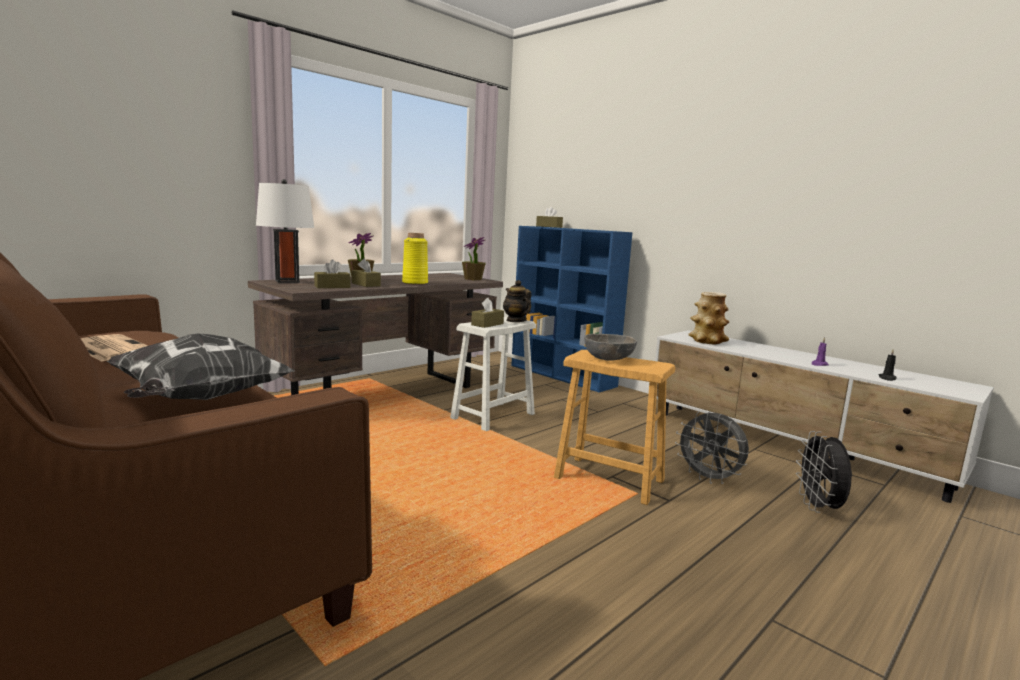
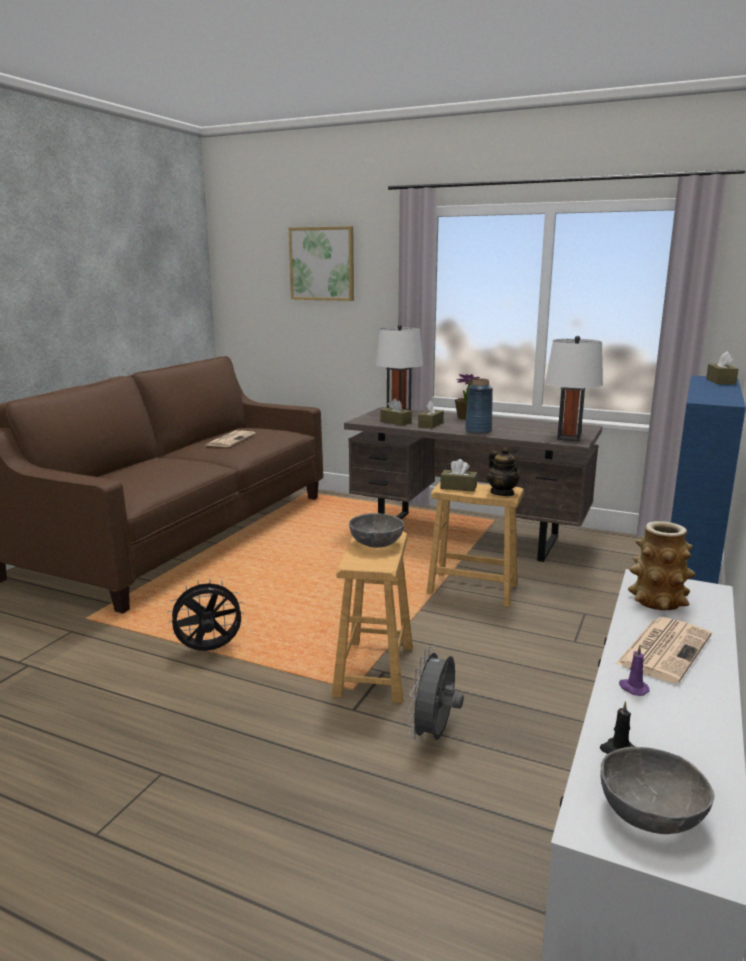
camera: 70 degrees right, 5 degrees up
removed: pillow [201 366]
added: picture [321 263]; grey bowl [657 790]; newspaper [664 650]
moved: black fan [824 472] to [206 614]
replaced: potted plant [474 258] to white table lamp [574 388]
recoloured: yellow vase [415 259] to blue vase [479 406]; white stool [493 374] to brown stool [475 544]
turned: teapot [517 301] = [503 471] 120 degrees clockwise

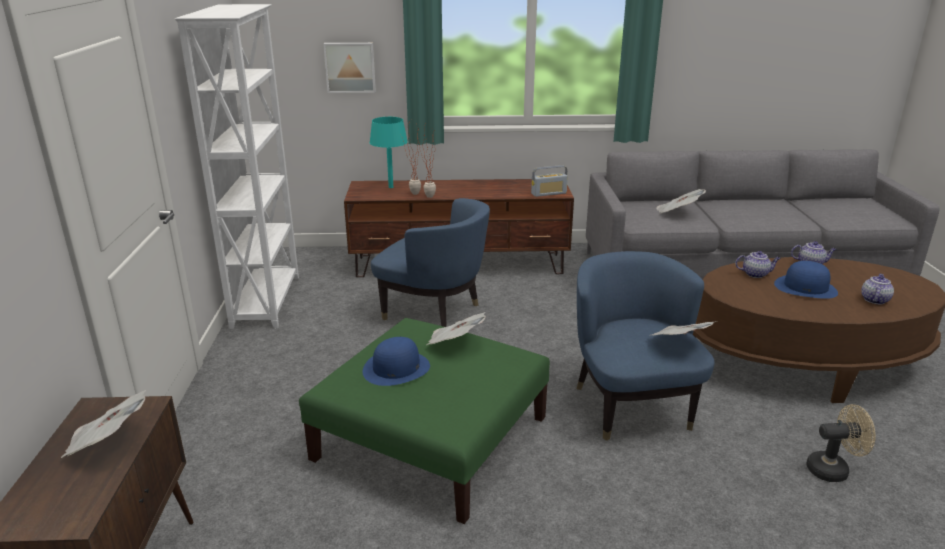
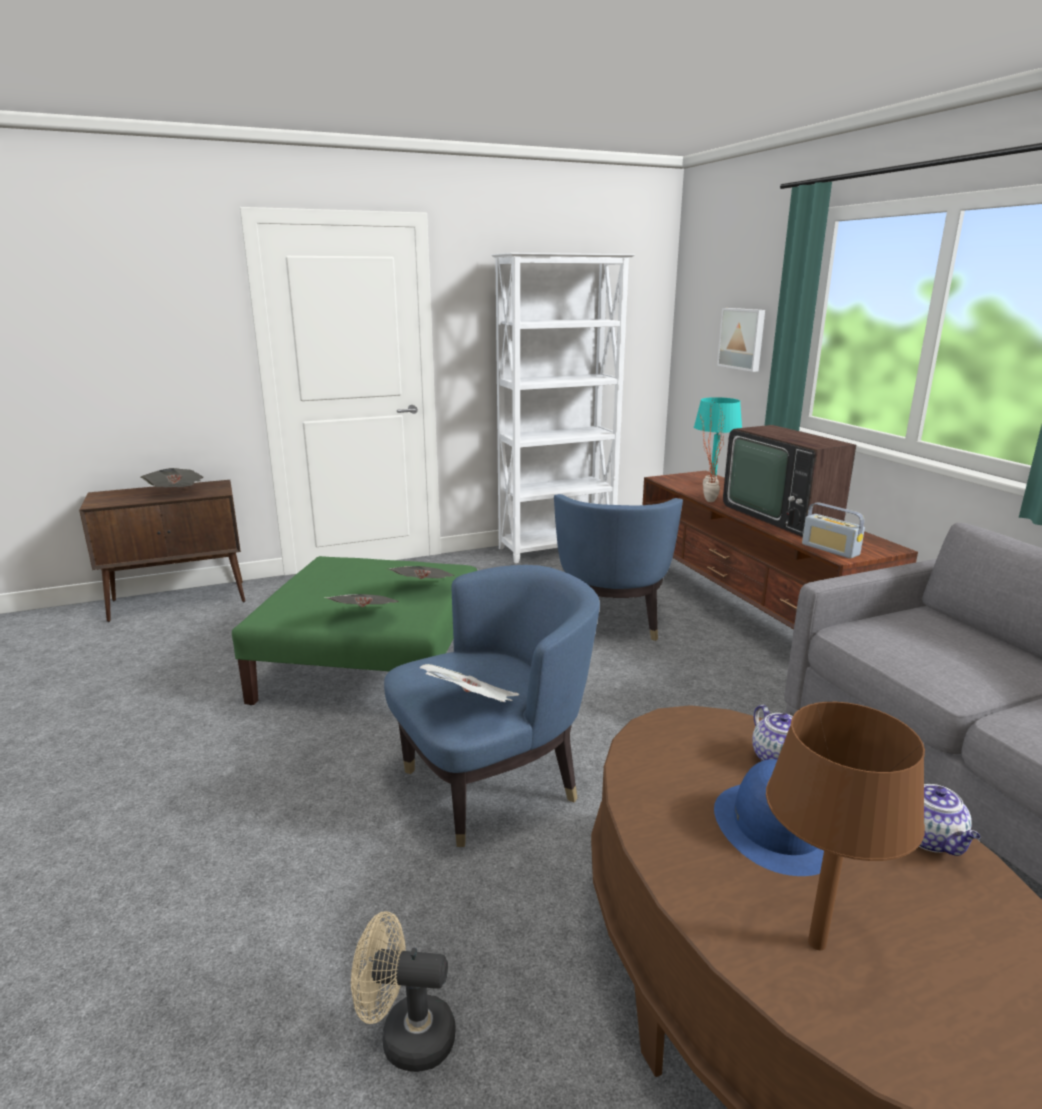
camera: 70 degrees right, 5 degrees down
removed: blue hat [396 361]
added: television [789 481]
moved: newspaper [681 201] to [362 600]
replaced: teapot [877 289] to brown table lamp [845 826]
turned: beige fan [841 443] = [403 991] 120 degrees clockwise

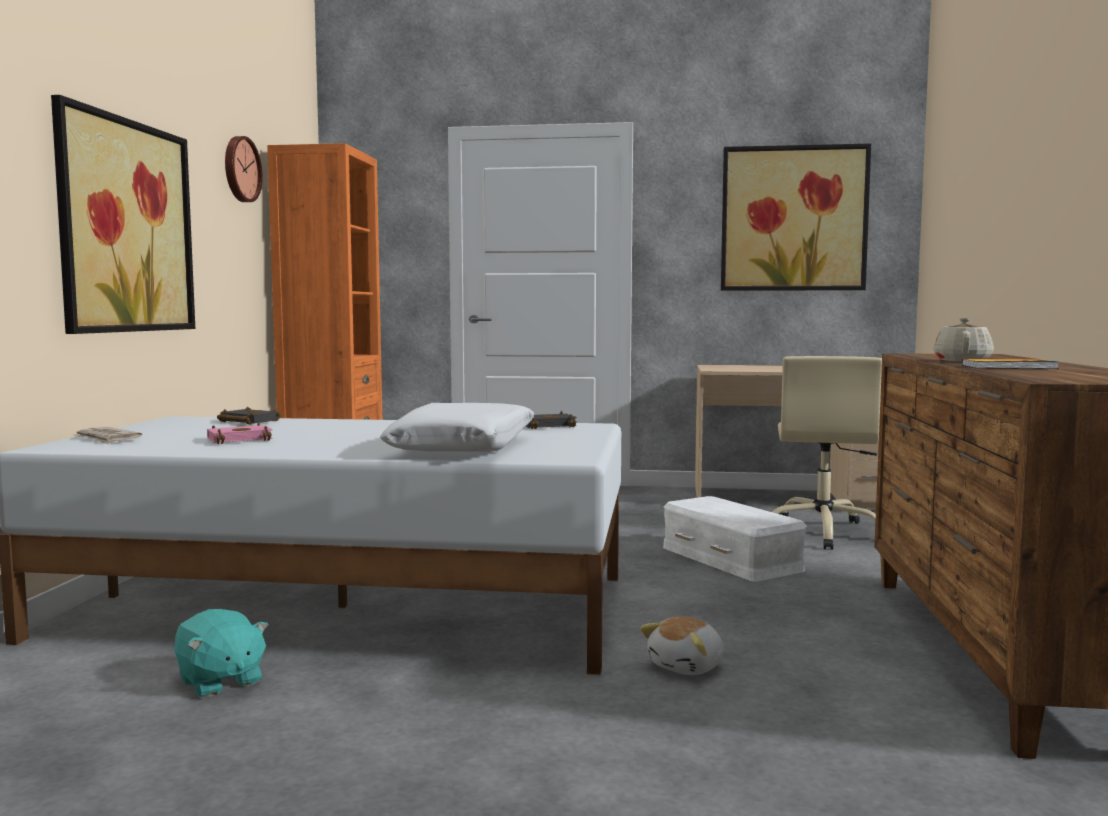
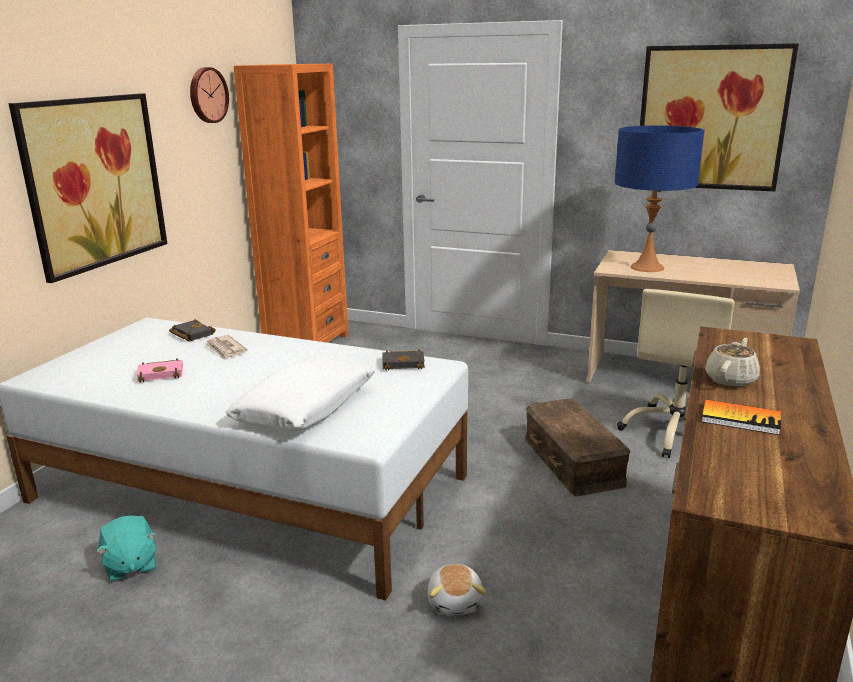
camera: 15 degrees right, 15 degrees up
added: blue table lamp [659 199]
moved: newspaper [107 436] to [225 347]
recoloured: white storage box [735 539] to brown storage box [577 447]
turned: plush toy [682 646] = [456 589] 60 degrees counterclockwise

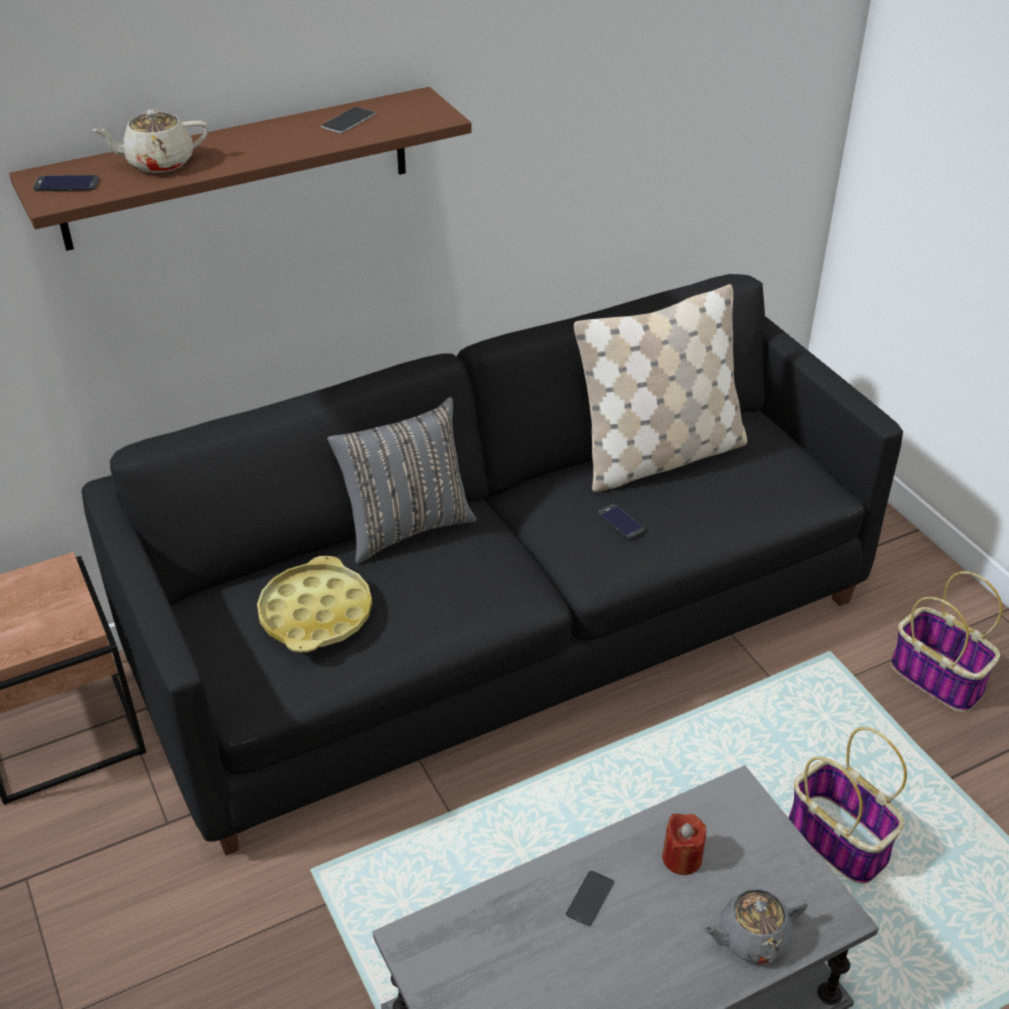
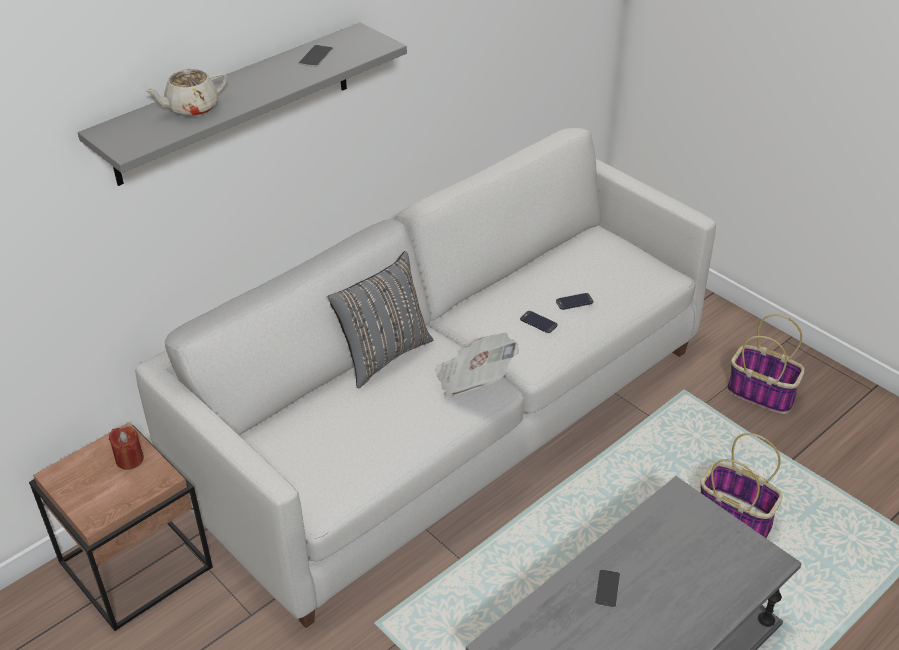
camera: 15 degrees left, 0 degrees up
removed: yellow tray [314 604]; beige pillow [660 388]; grey teapot [755 926]
added: newspaper [477 364]
moved: phone [66 183] to [575 301]; red candle [684 844] to [126 448]
recoloured: brown shelf [240 169] to grey shelf [242 104]; black sofa [492 565] to white sofa [425 378]

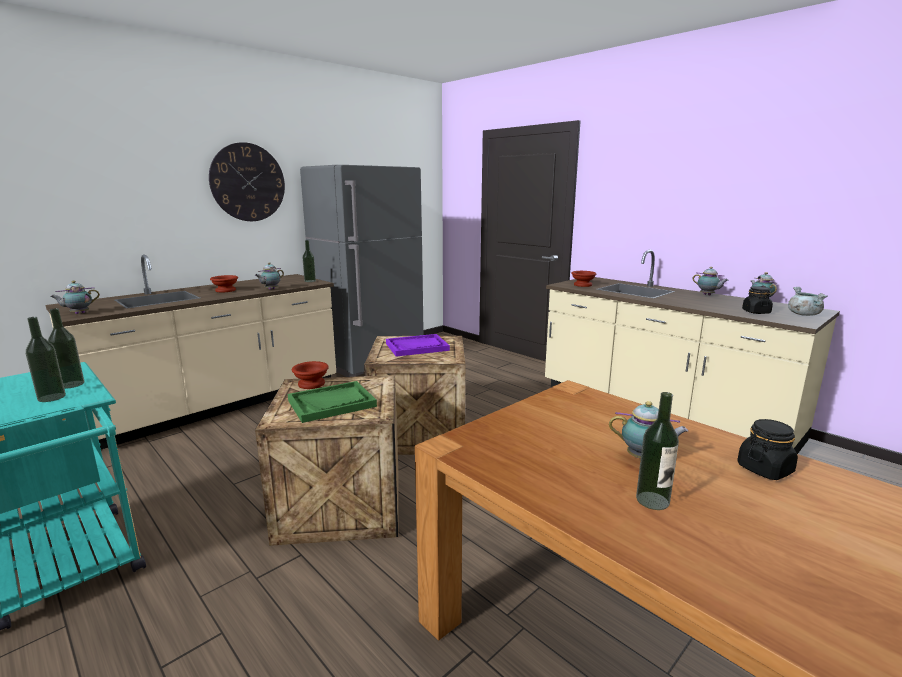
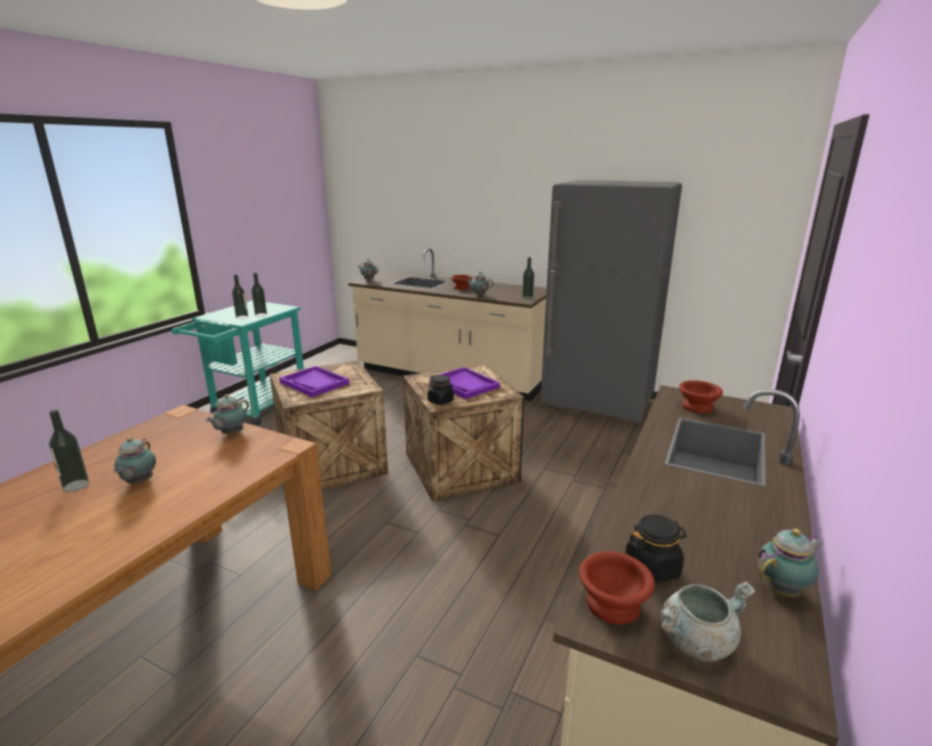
camera: 70 degrees right, 5 degrees up
removed: wall clock [247 181]
moved: brown bowl [310 375] to [617 587]; teapot [710 281] to [227 414]; black jar [767 449] to [440 390]
recoloured: green tray [332 402] to purple tray [314 381]

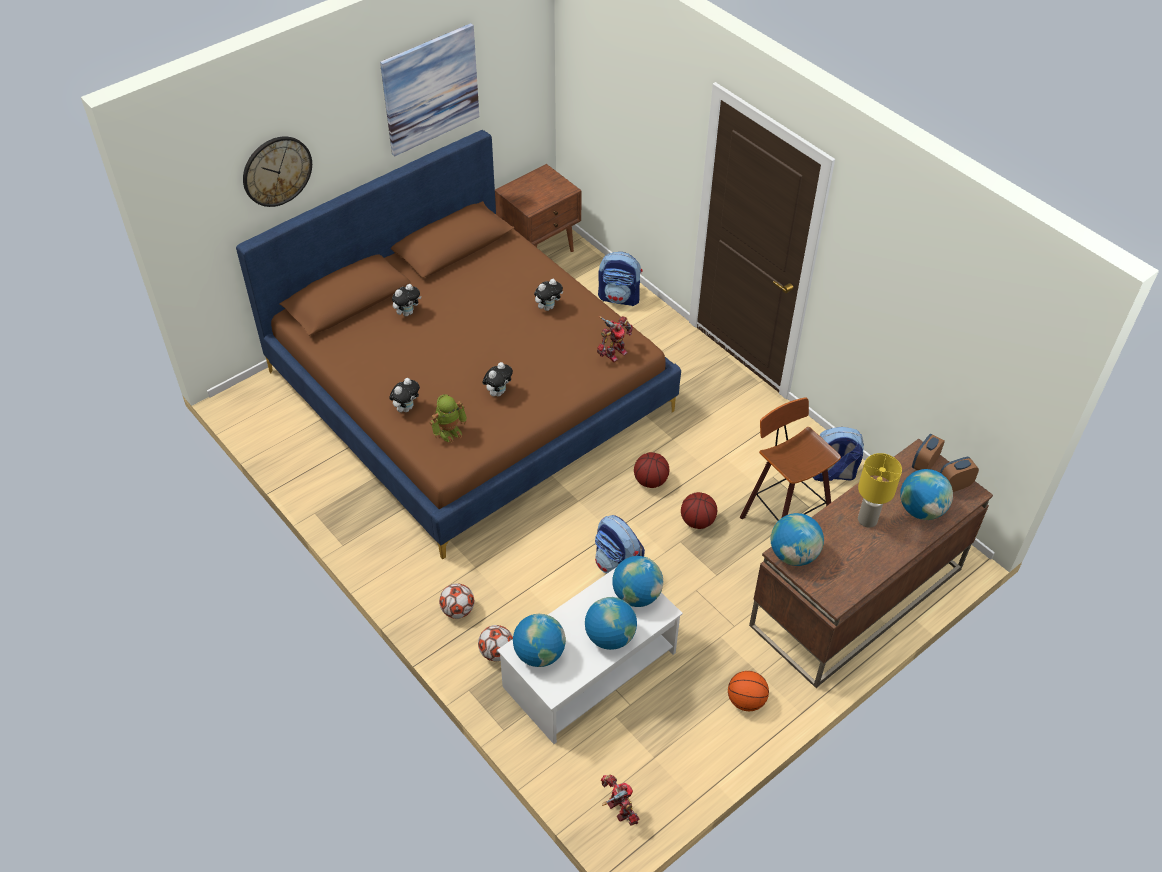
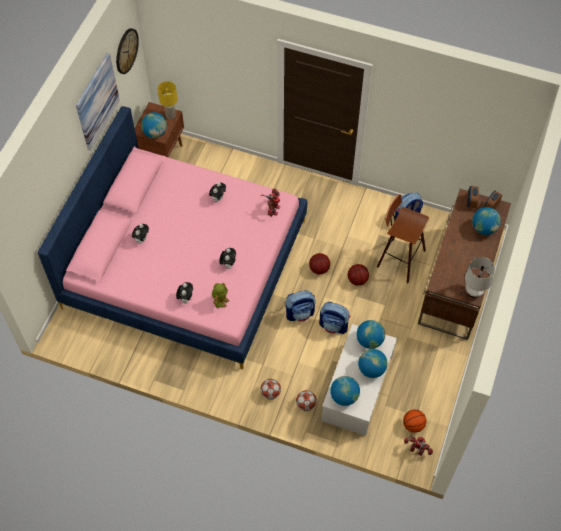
camera: 30 degrees left, 10 degrees up
added: white table lamp [480 277]
moved: wall clock [277 171] to [127 51]; backpack [620 279] to [300 306]; basketball [748 691] to [414 421]; globe [797 539] to [154 125]; yellow table lamp [880 490] to [167 100]
recoloured: brown bed [458 344] to pink bed [172 238]

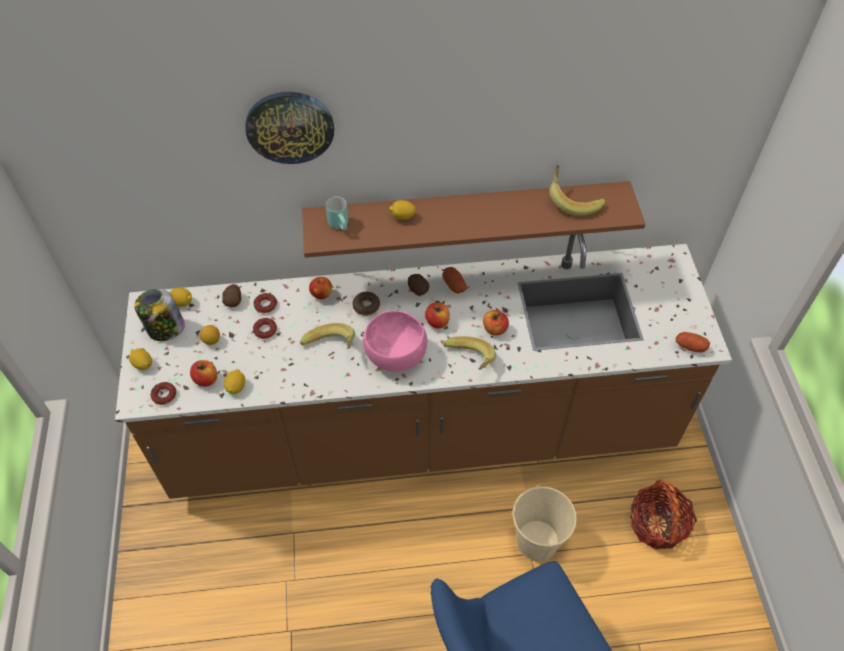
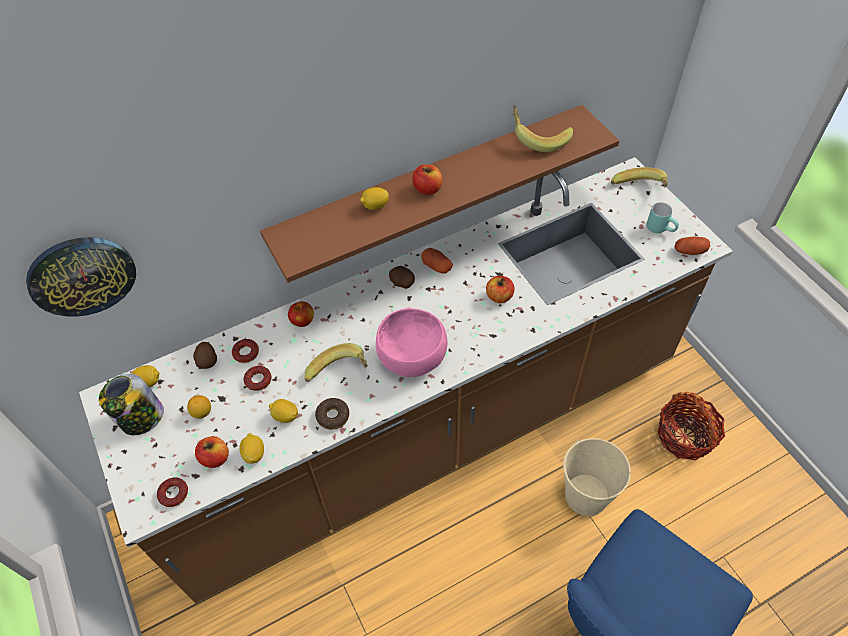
camera: 20 degrees left, 0 degrees up
moved: lemon [140 359] to [283 411]; wall clock [289 128] to [81 277]; turquoise mug [337 213] to [663 217]; donut [366 304] to [332 414]; apple [437 315] to [427 179]; banana [469 353] to [639 177]

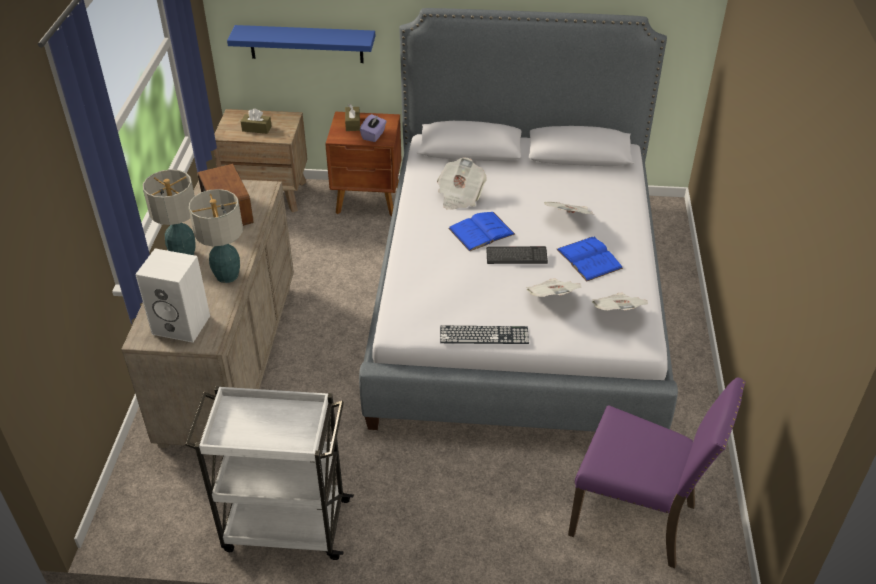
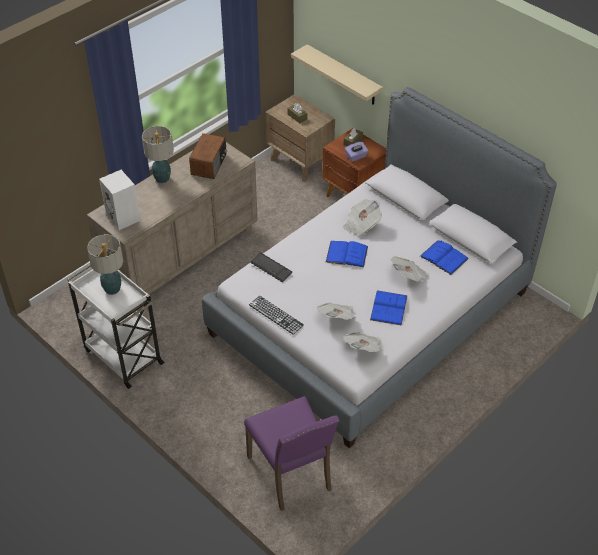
camera: 40 degrees right, 5 degrees up
added: blue book [444 257]
moved: table lamp [216 236] to [105 264]; keyboard [517 255] to [271 267]
recoloured: blue shelf [301 44] to beige shelf [337 74]

